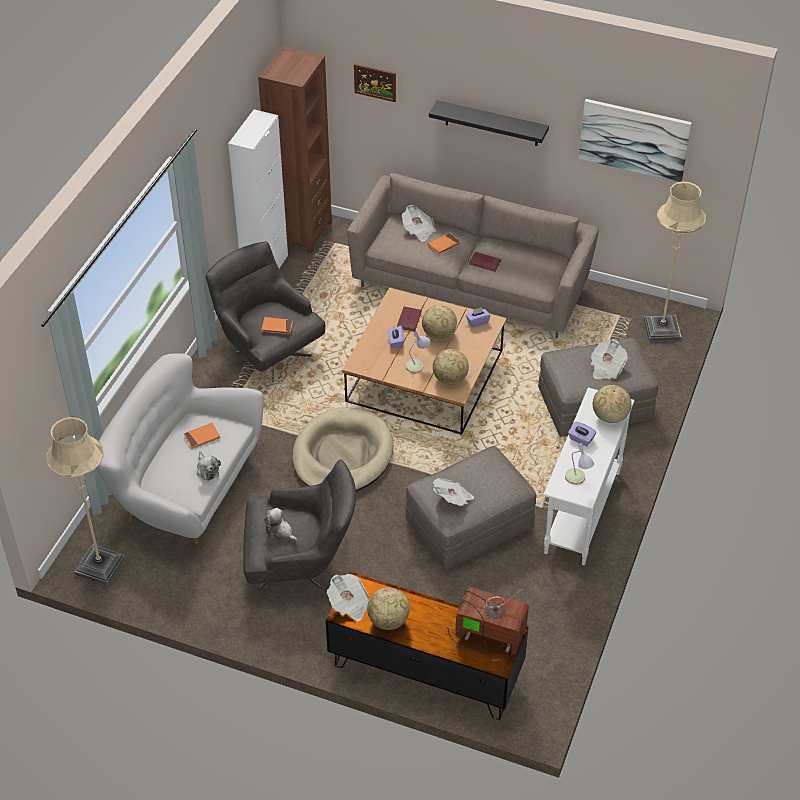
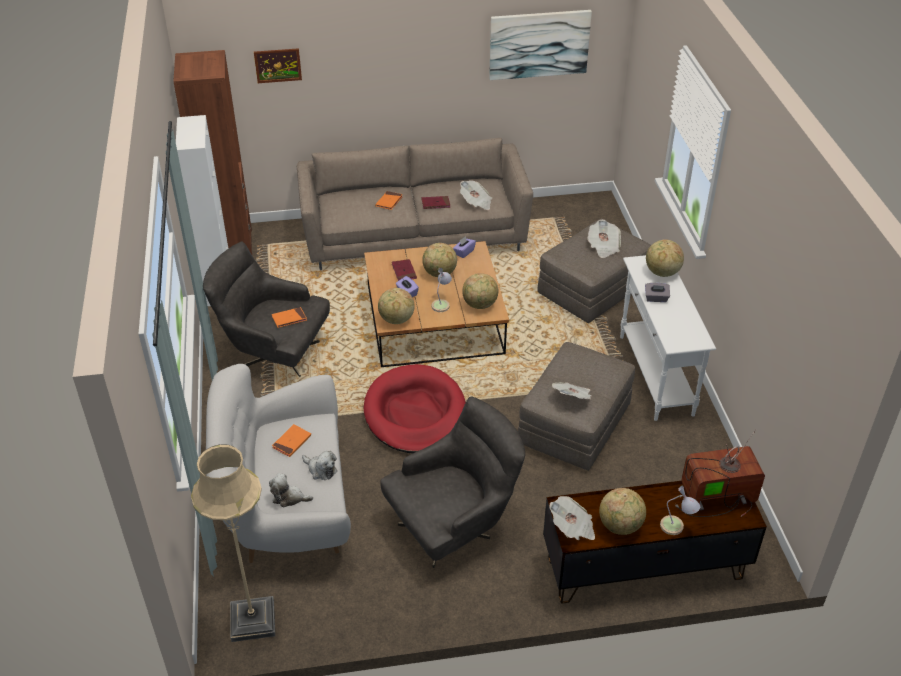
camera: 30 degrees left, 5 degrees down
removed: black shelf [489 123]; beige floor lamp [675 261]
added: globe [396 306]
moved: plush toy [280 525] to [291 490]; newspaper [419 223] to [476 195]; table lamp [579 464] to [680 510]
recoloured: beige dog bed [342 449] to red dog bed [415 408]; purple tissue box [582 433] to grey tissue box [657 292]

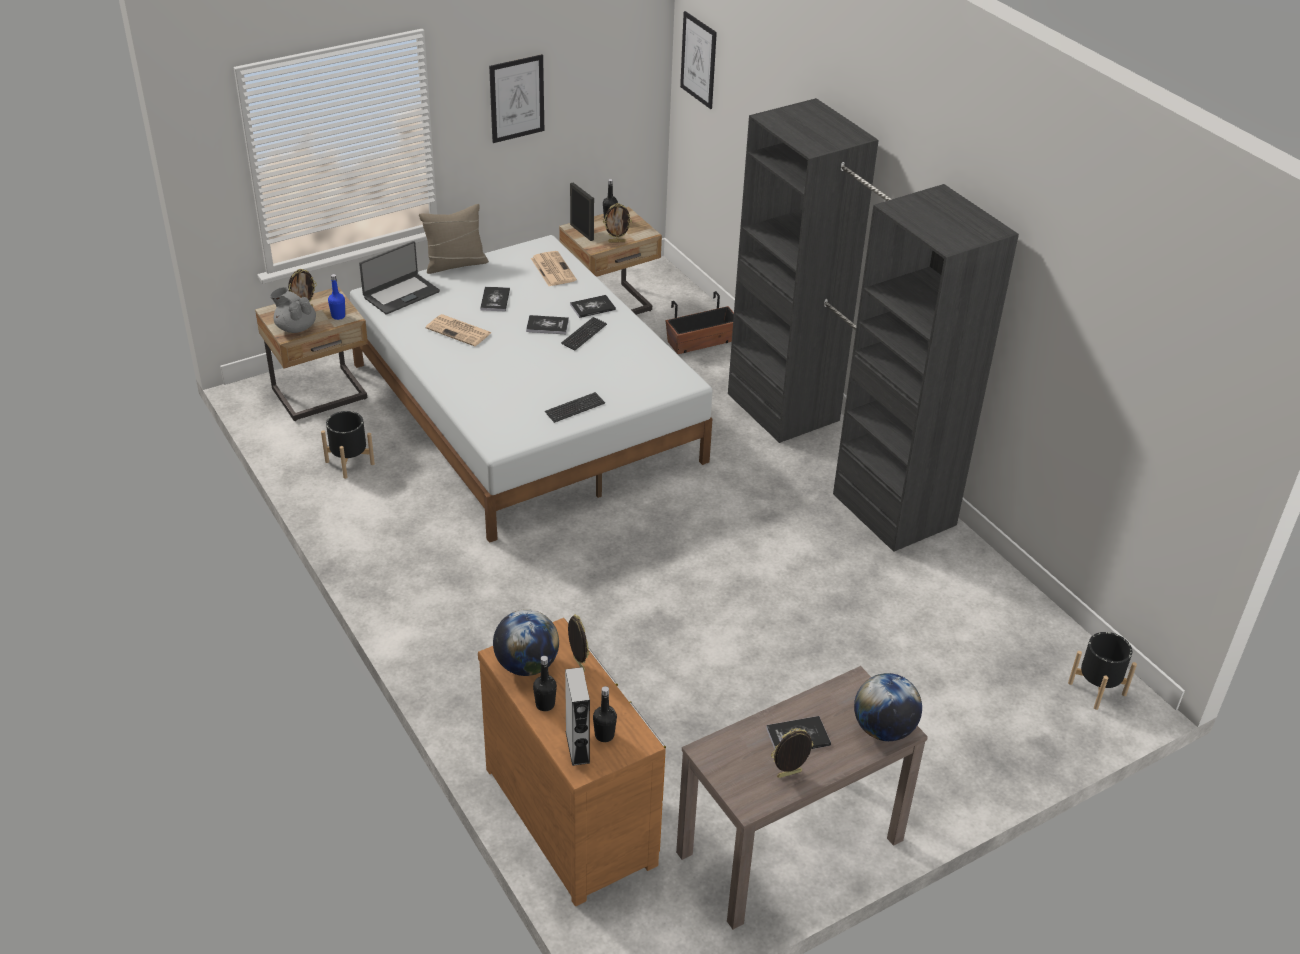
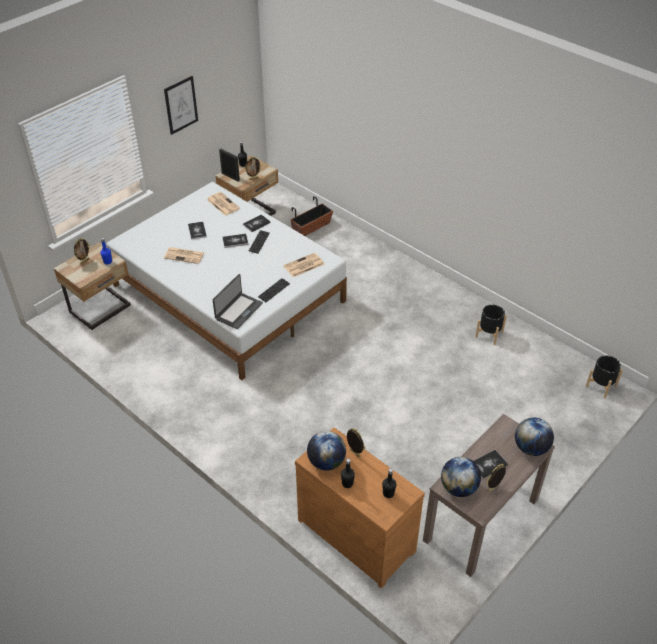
camera: 15 degrees left, 5 degrees up
removed: grey teapot [293 310]; beige pillow [454 239]; grey speaker [577 716]; picture [698 60]; black wardrobe [873 325]
added: newspaper [303 265]; globe [461 477]
moved: black planter [348 445] to [491 325]; laptop [399 278] to [238 301]

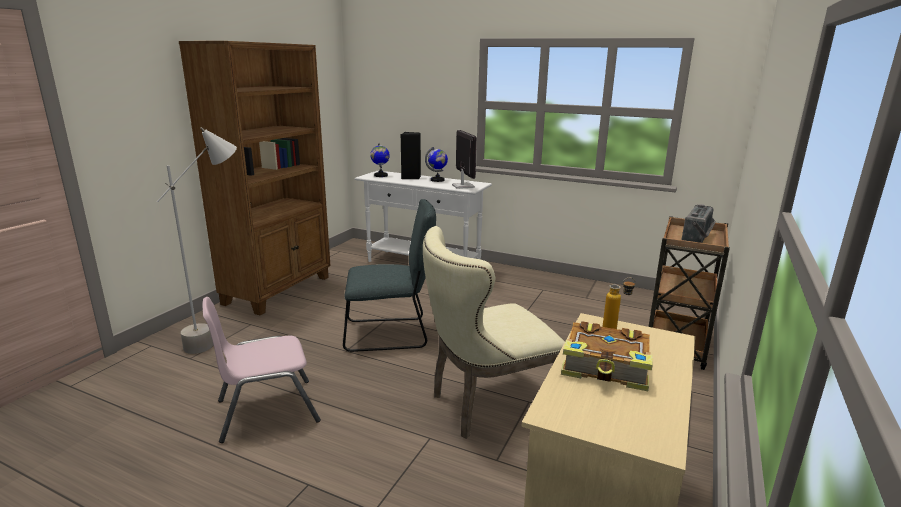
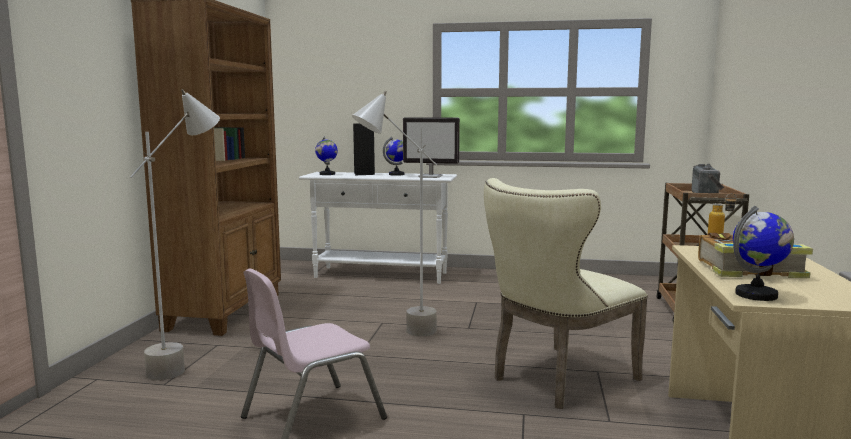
camera: 15 degrees left, 10 degrees down
added: globe [763 253]
replaced: grey chair [389 275] to grey floor lamp [394 213]
turned: monitor [464 159] = [431 147] 135 degrees clockwise

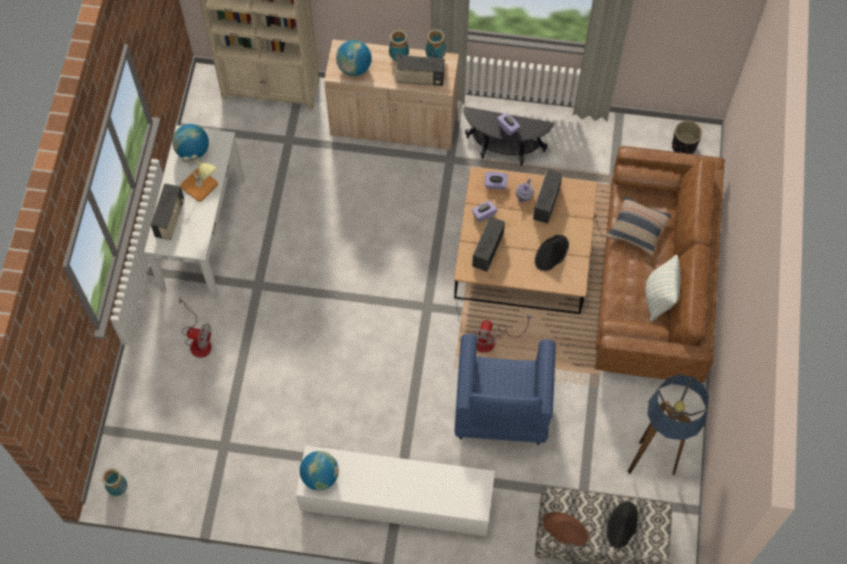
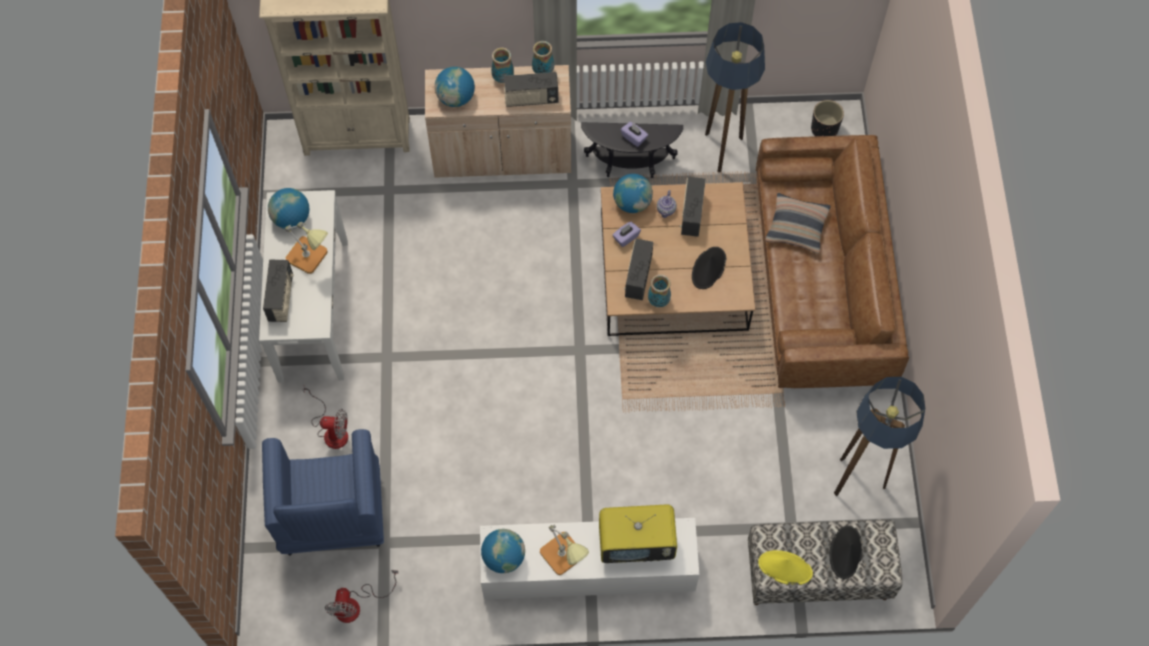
camera: 10 degrees left, 0 degrees up
removed: pillow [663 288]
added: table lamp [564 550]; television [638 533]; floor lamp [735 97]
moved: vase [114 482] to [659 290]; blue armchair [505 389] to [323 492]; fan [501 333] to [361 596]
replaced: purple tissue box [496 181] to globe [633 193]
recoloured: brown hat [565 529] to yellow hat [785 567]

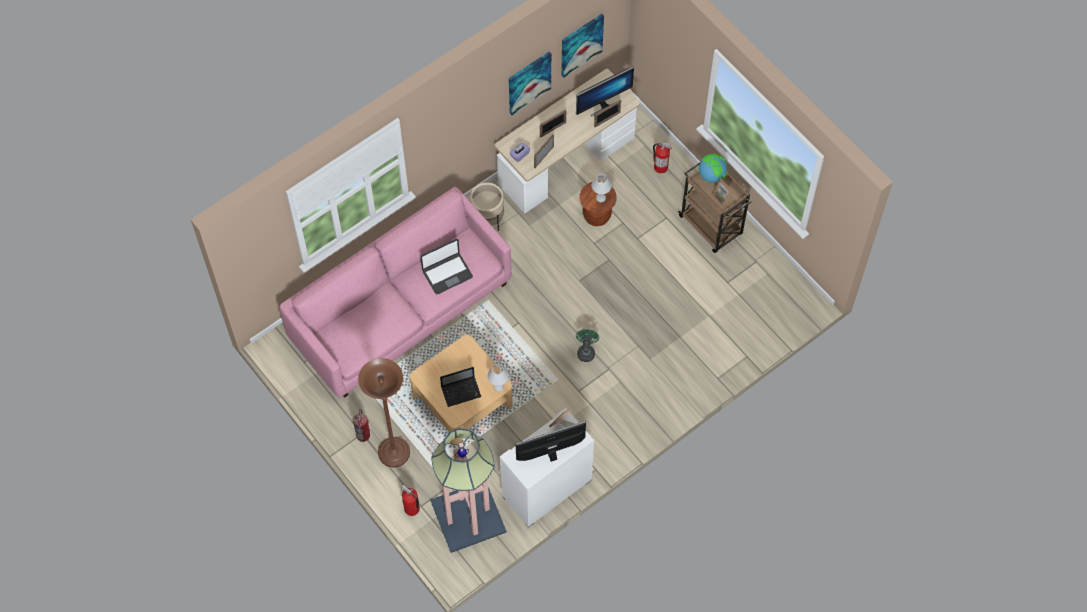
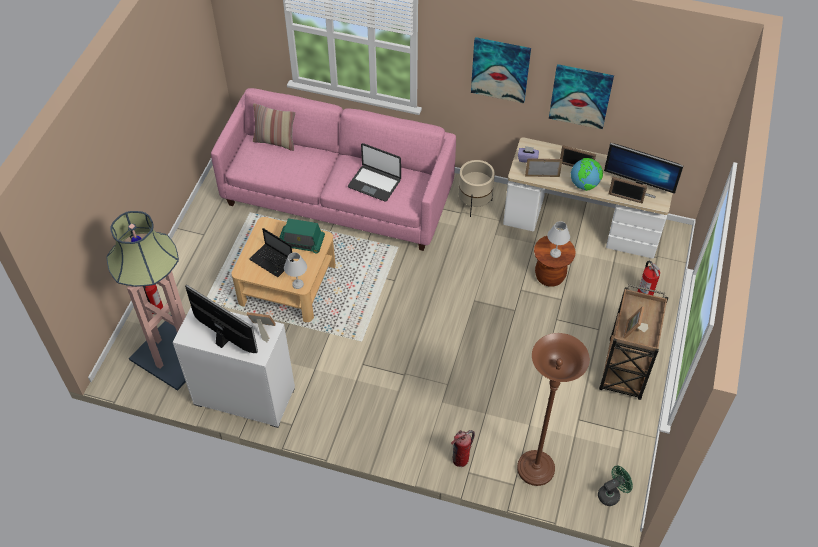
camera: 55 degrees right, 10 degrees down
added: pillow [274 127]; radio [302 236]
moved: fire extinguisher [361 425] to [463 448]; brown floor lamp [384 412] to [553 409]; picture [582 46] to [501 70]; green fan [587 345] to [615 486]; globe [712 168] to [587 174]

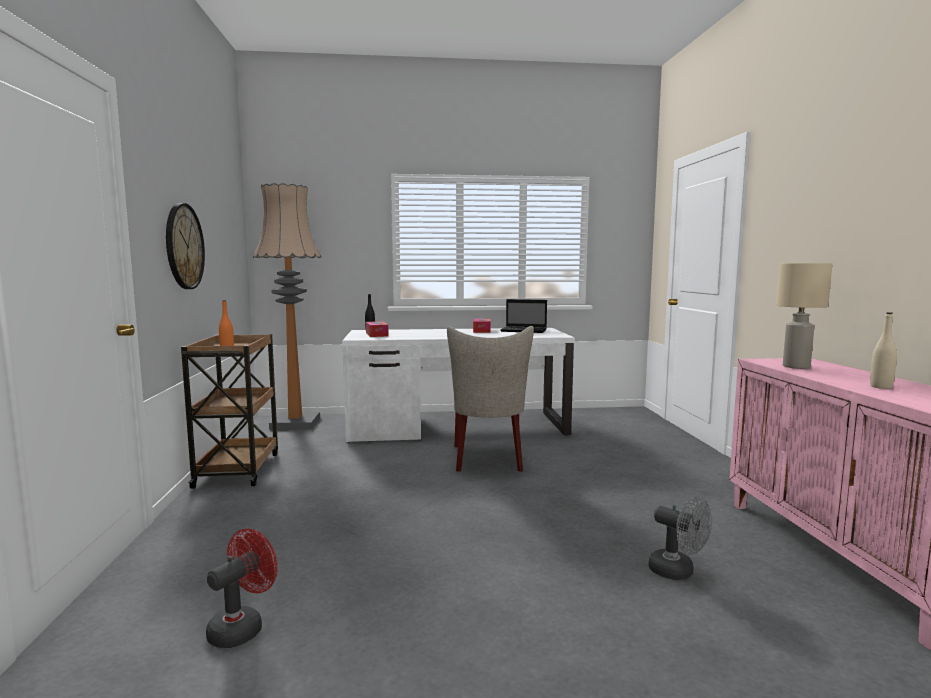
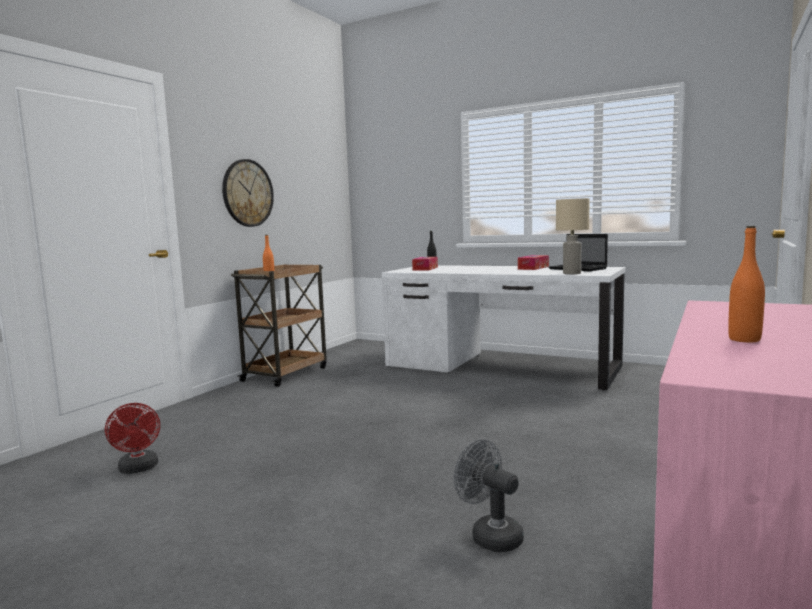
camera: 35 degrees right, 0 degrees up
removed: floor lamp [287 306]; beige chair [490 399]
moved: beige table lamp [804 316] to [573 236]
recoloured: beige bottle [883 350] to orange bottle [746 284]
turned: red fan [241 588] = [132 438] 90 degrees clockwise; grey fan [680 538] = [489 495] 150 degrees clockwise

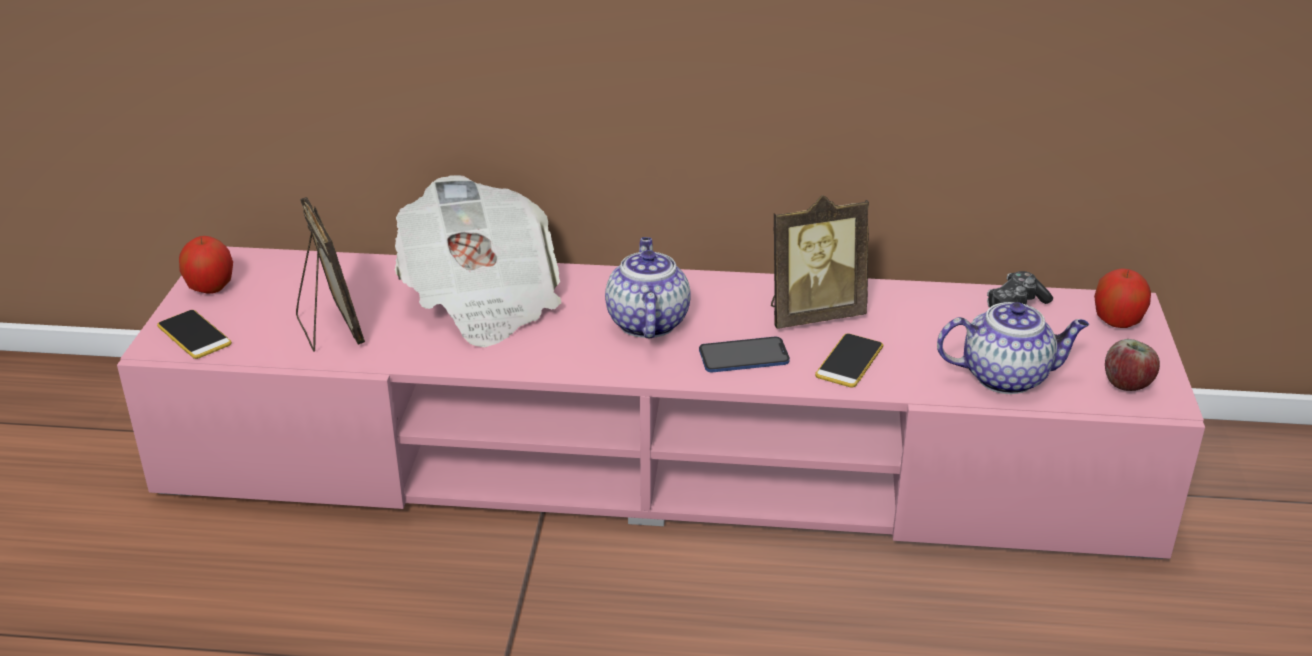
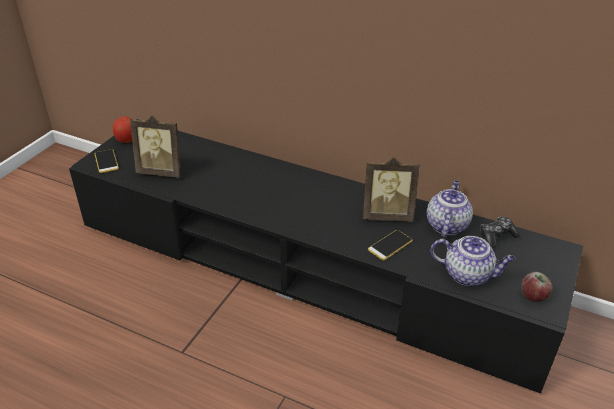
camera: 20 degrees right, 5 degrees up
removed: newspaper [478 261]; phone [744 354]; apple [1122 298]
moved: teapot [648 288] to [449 208]
recoloured: pink tv stand [661 403] to black tv stand [326 256]
turned: picture frame [330 274] = [156 146] 105 degrees clockwise

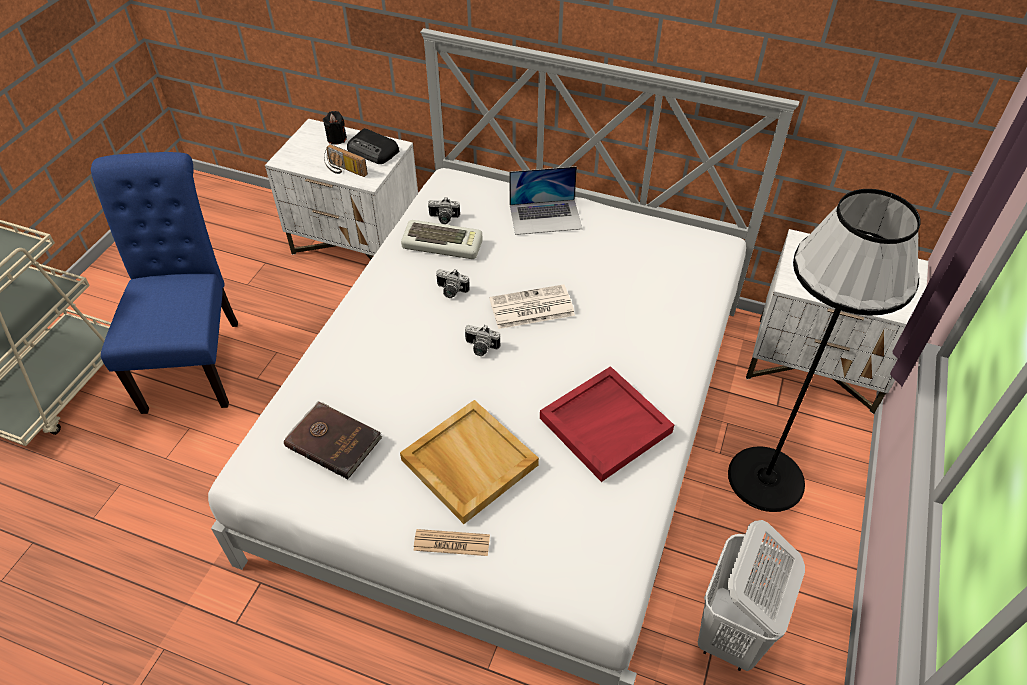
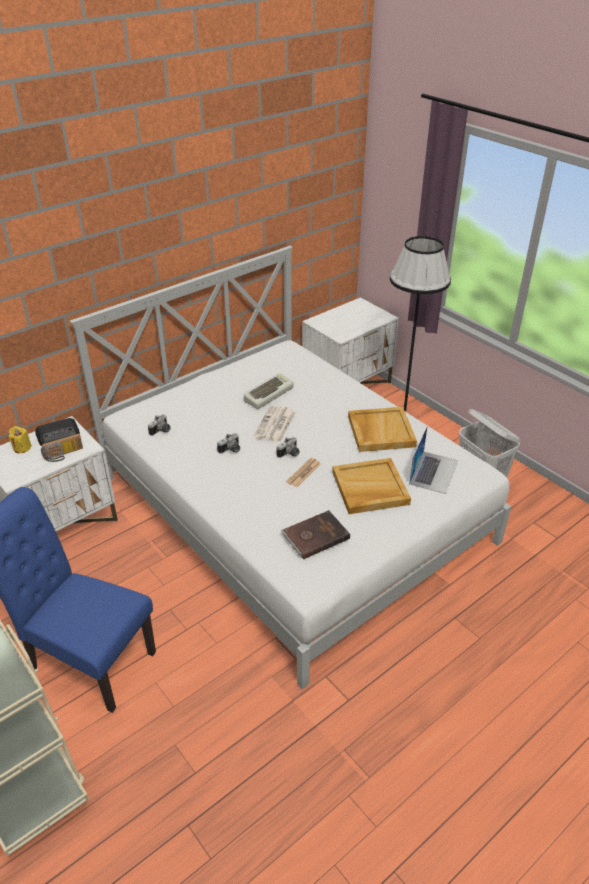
camera: 60 degrees left, 10 degrees down
moved: keyboard [442 239] to [269 391]; newspaper [451 542] to [303 472]; laptop [545 200] to [433 460]
recoloured: black candle [335 128] to yellow candle [20 439]; red tray [607 424] to beige tray [382 429]

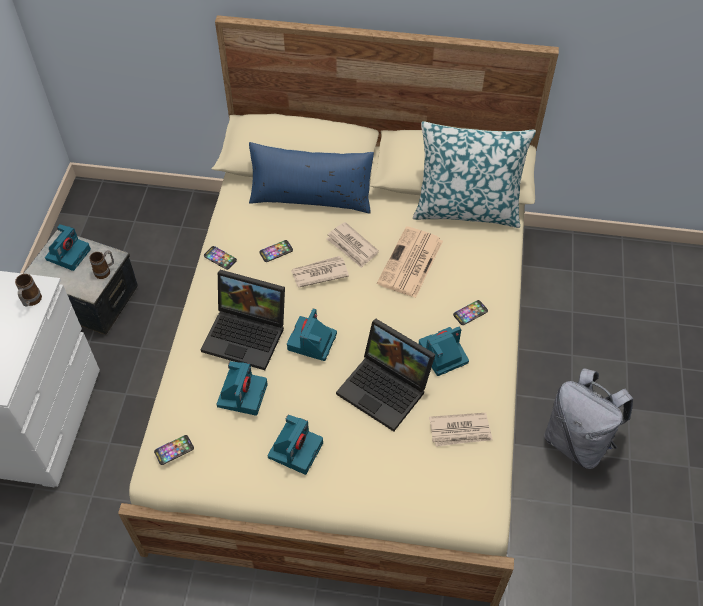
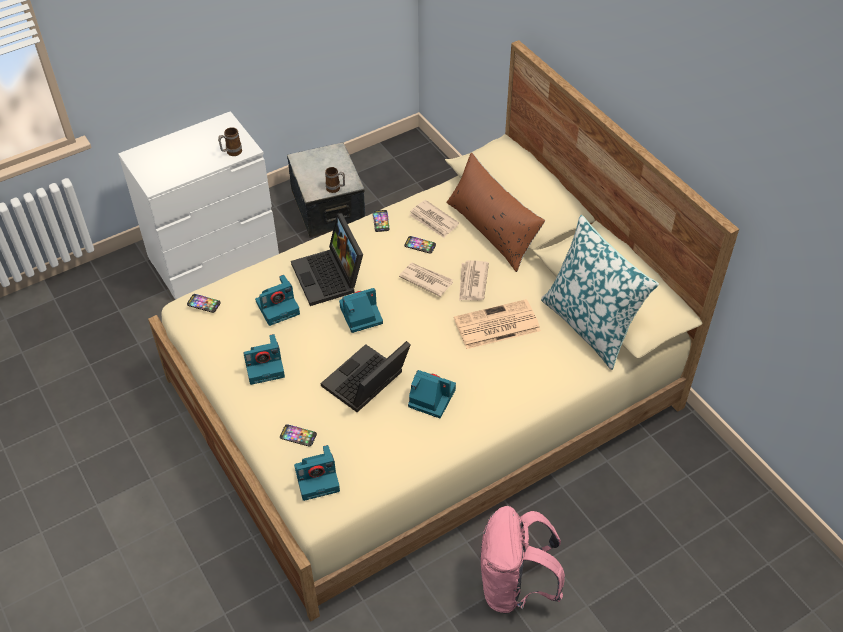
camera: 50 degrees right, 5 degrees down
moved: photo camera [68 247] to [317 473]; newspaper [461 430] to [434 219]; phone [470 312] to [298 435]
recoloured: blue pillow [311 177] to brown pillow [495 212]; grey backpack [588 418] to pink backpack [523 559]
turned: laptop [386 375] = [366 376] 45 degrees clockwise

